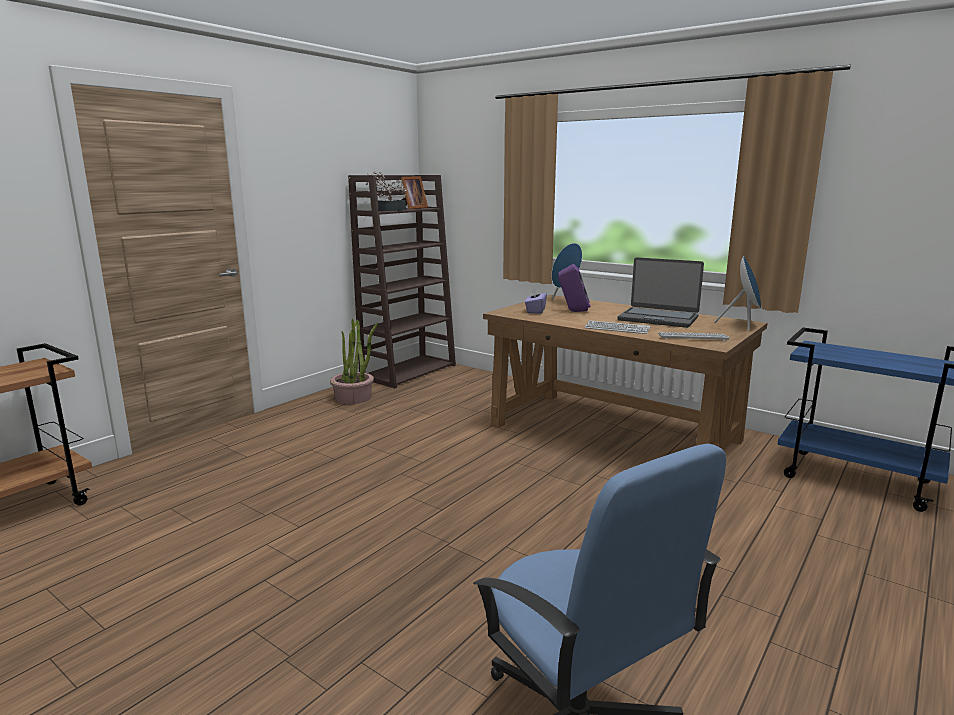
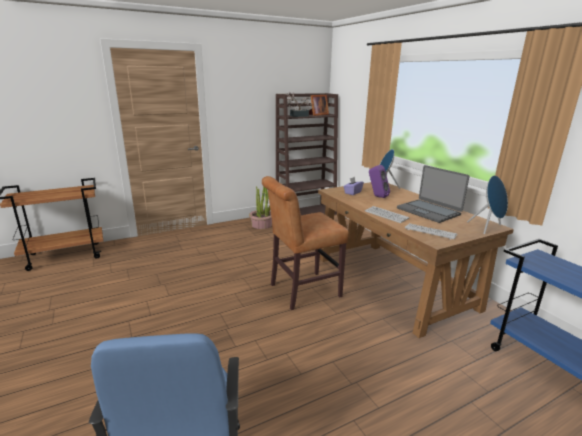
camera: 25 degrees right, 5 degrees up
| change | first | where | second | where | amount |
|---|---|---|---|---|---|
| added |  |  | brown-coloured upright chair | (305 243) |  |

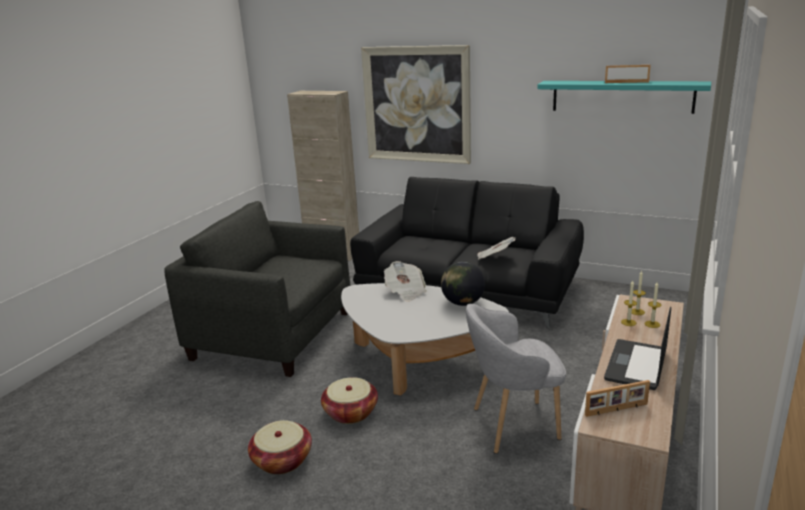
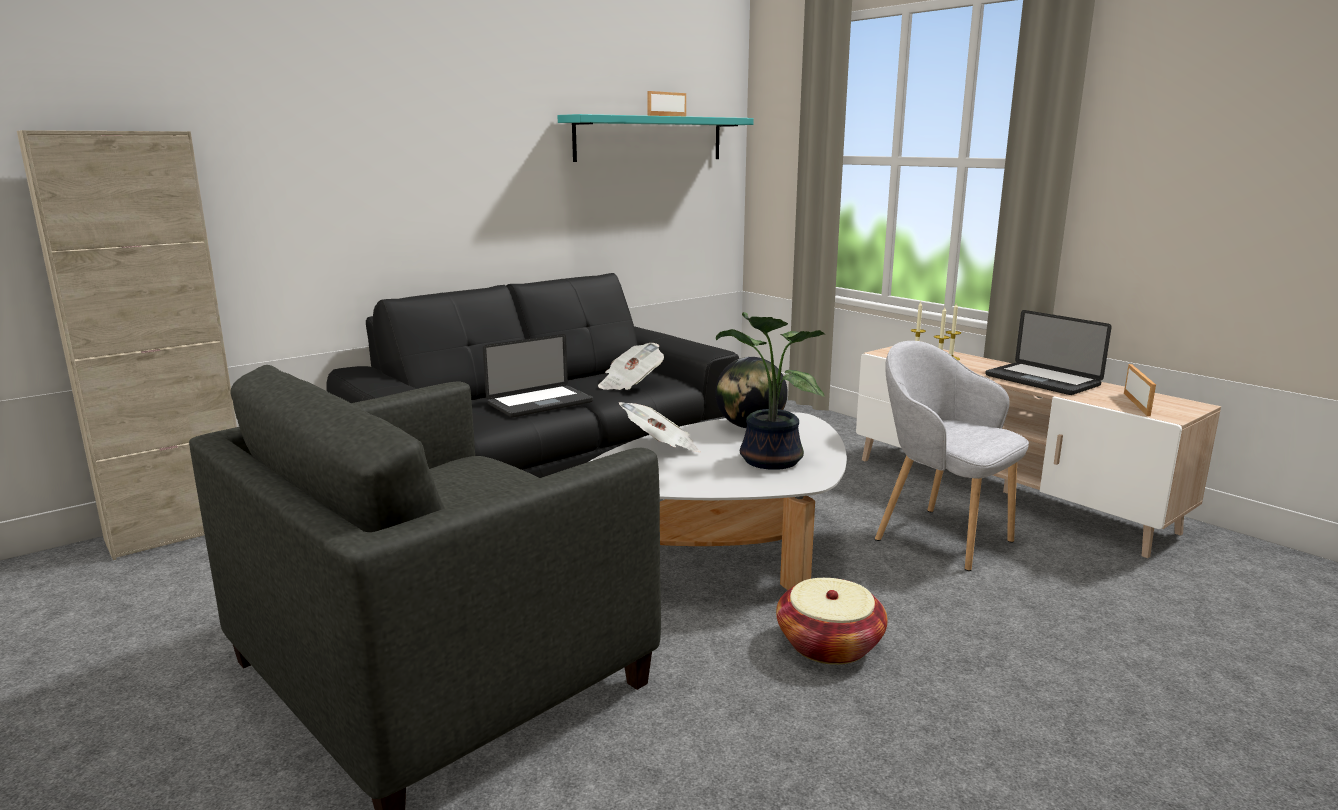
camera: 65 degrees left, 5 degrees down
| change | first | where | second | where | amount |
|---|---|---|---|---|---|
| added |  |  | portable computer | (538 376) |  |
| added |  |  | potted plant | (770 391) |  |
| turned | grey armchair | (516 379) |  | (952 456) | 120 degrees clockwise |
| removed | household basket | (280 447) |  |  |  |
| removed | wall picture | (416 104) |  |  |  |

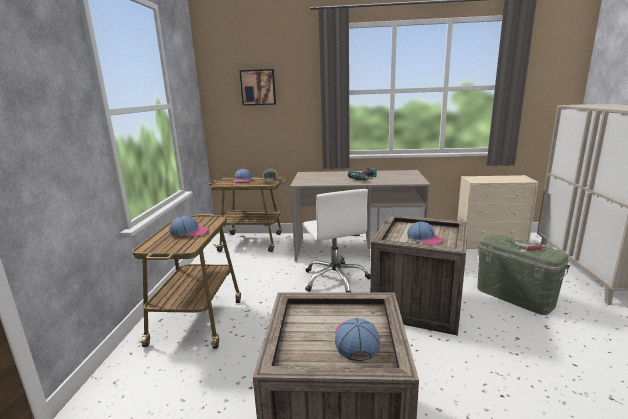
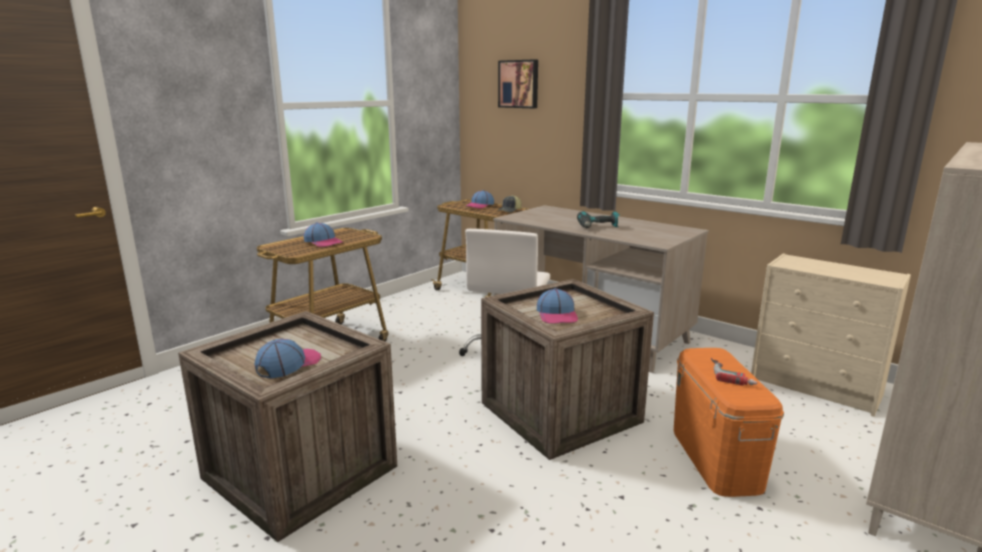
camera: 35 degrees right, 0 degrees up
| change | first | where | second | where | amount |
|---|---|---|---|---|---|
| recoloured | greenish storage container | (523 274) | orange-coloured storage container | (729 422) |  |

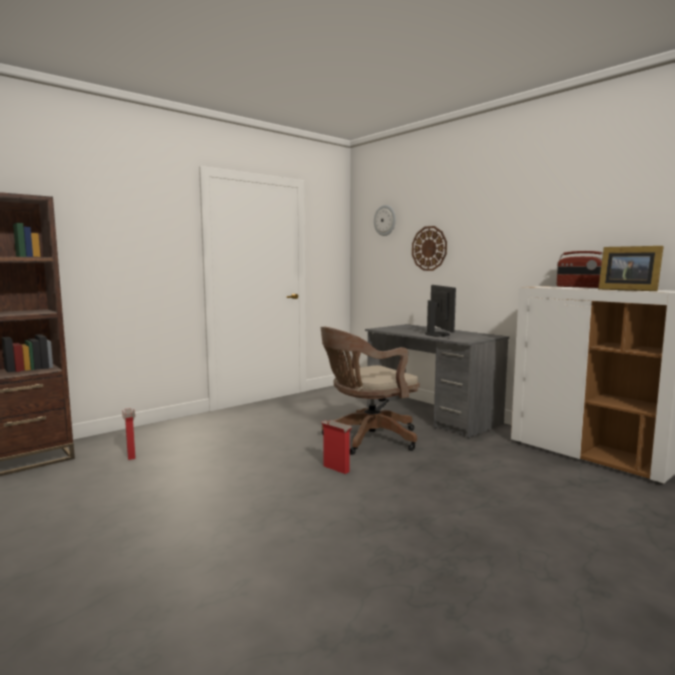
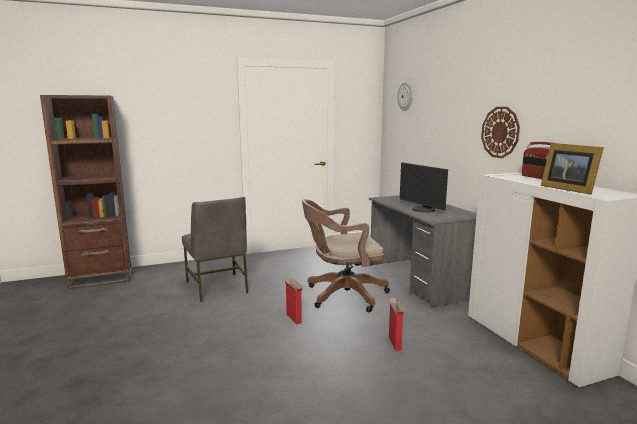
camera: 20 degrees right, 5 degrees up
| change | first | where | second | where | amount |
|---|---|---|---|---|---|
| added |  |  | grey upright chair | (215 249) |  |
| moved | packing box | (129 434) |  | (397 324) |  |
| turned | monitor | (440 311) |  | (424 187) | 135 degrees clockwise |
| moved | clock on the wall | (429 248) |  | (500 132) |  |

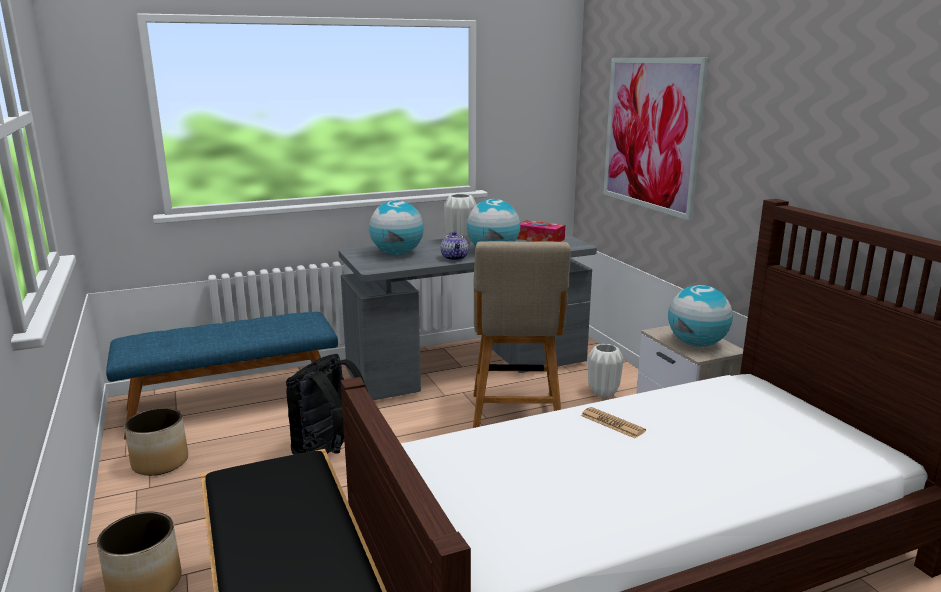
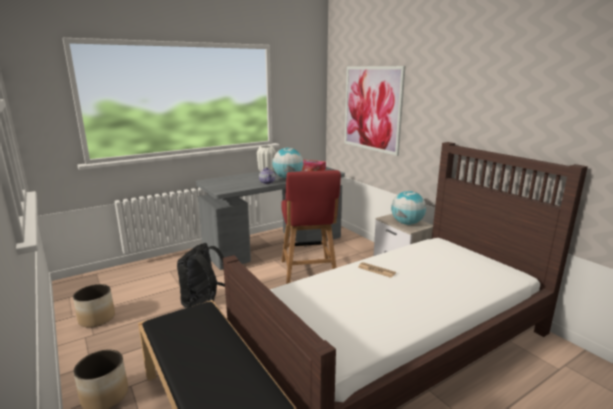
camera: 10 degrees left, 0 degrees up
| change | first | where | second | where | amount |
|---|---|---|---|---|---|
| recoloured | beige-coloured upright chair | (522 334) | red-coloured upright chair | (311 227) |  |
| removed | blue indoor bench | (222 375) |  |  |  |
| removed | desk globe | (396 227) |  |  |  |
| removed | whitish vase | (606 370) |  |  |  |

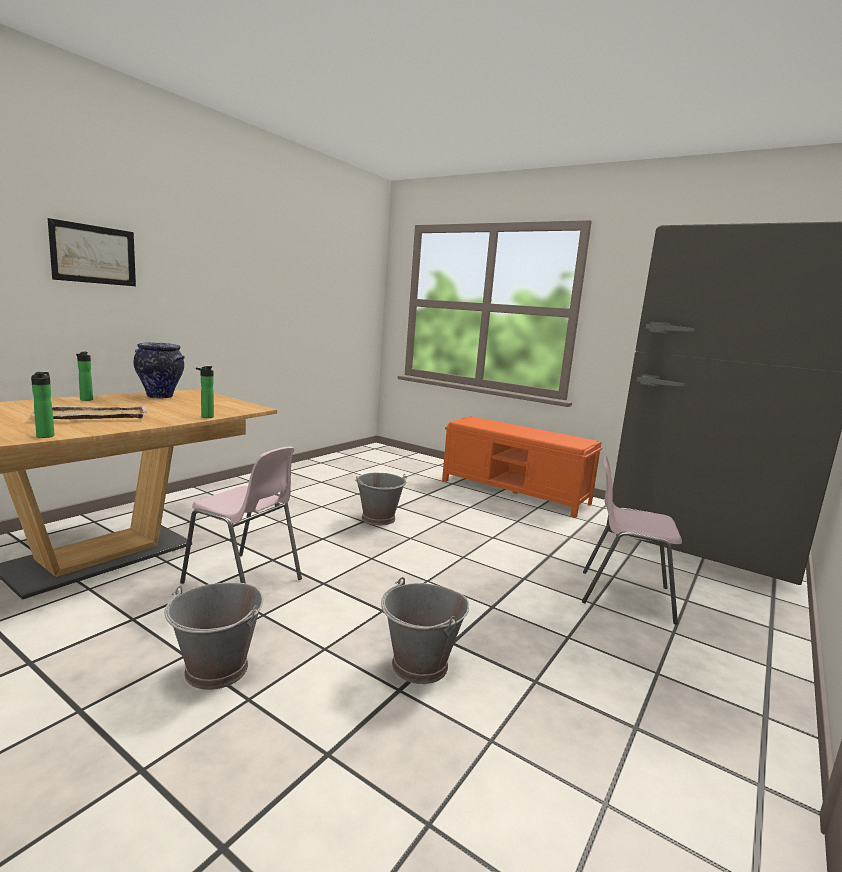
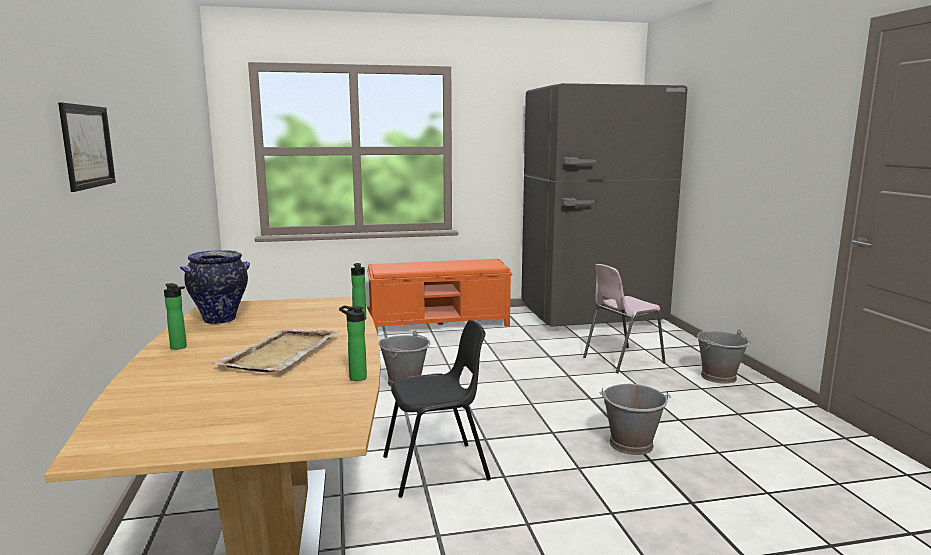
camera: 45 degrees left, 0 degrees up
| change | first | where | second | where | amount |
|---|---|---|---|---|---|
| recoloured | pink upright chair | (241 515) | black upright chair | (437 409) |  |
| moved | grey pail | (213 636) |  | (724 357) |  |

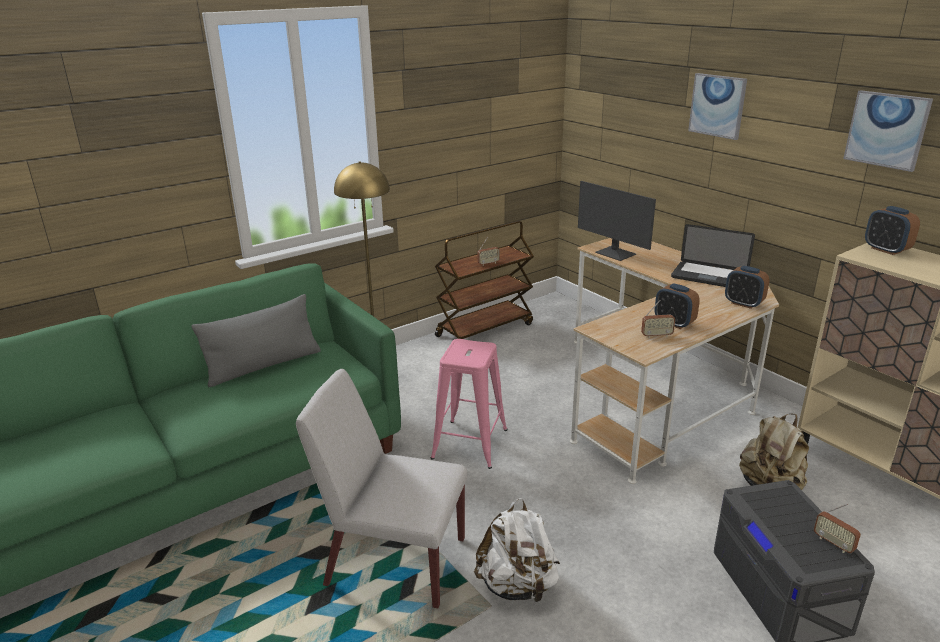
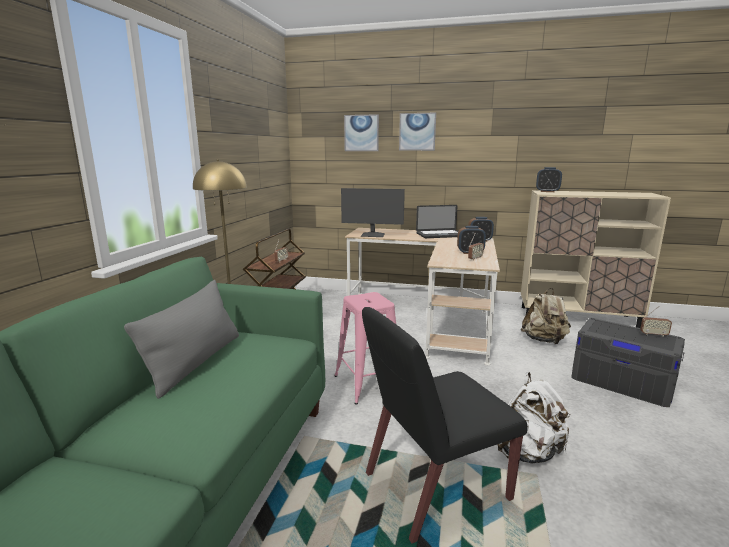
camera: 40 degrees left, 10 degrees down
| change | first | where | second | where | amount |
|---|---|---|---|---|---|
| moved | wall picture | (888 131) |  | (361 132) |  |
| recoloured | whitish upright chair | (381 488) | black upright chair | (444 425) |  |

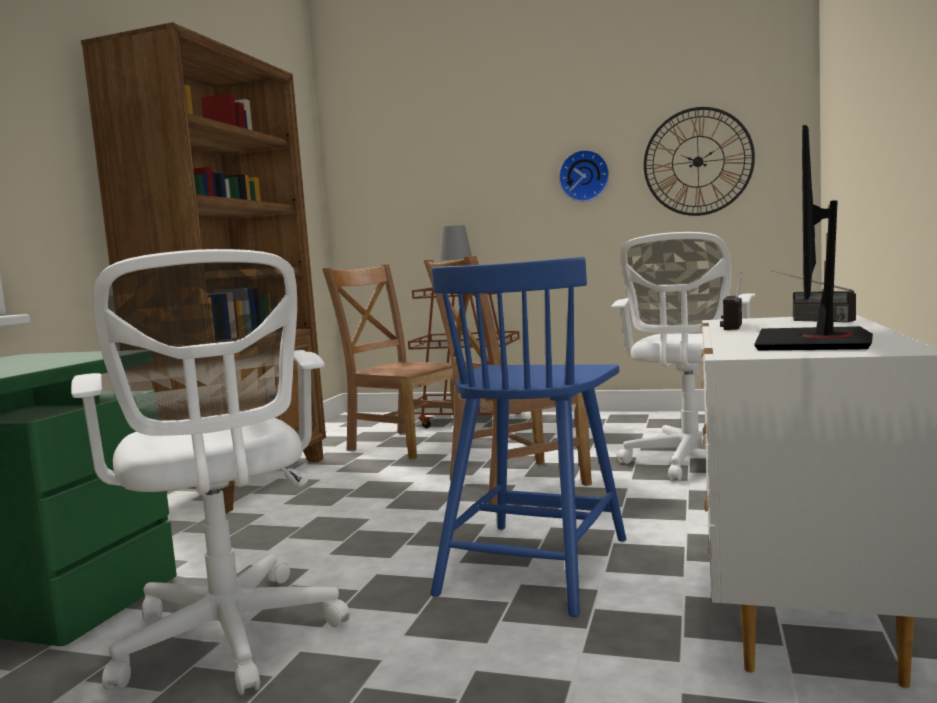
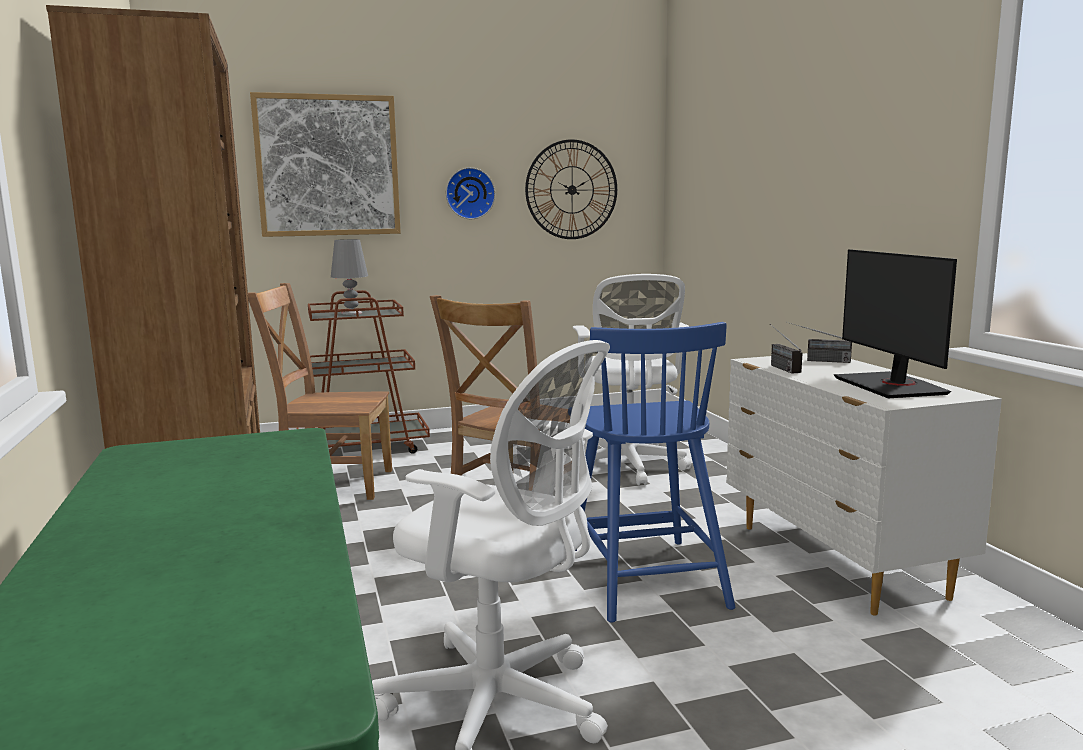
camera: 35 degrees left, 5 degrees up
| change | first | where | second | where | amount |
|---|---|---|---|---|---|
| added |  |  | wall picture | (325 164) |  |

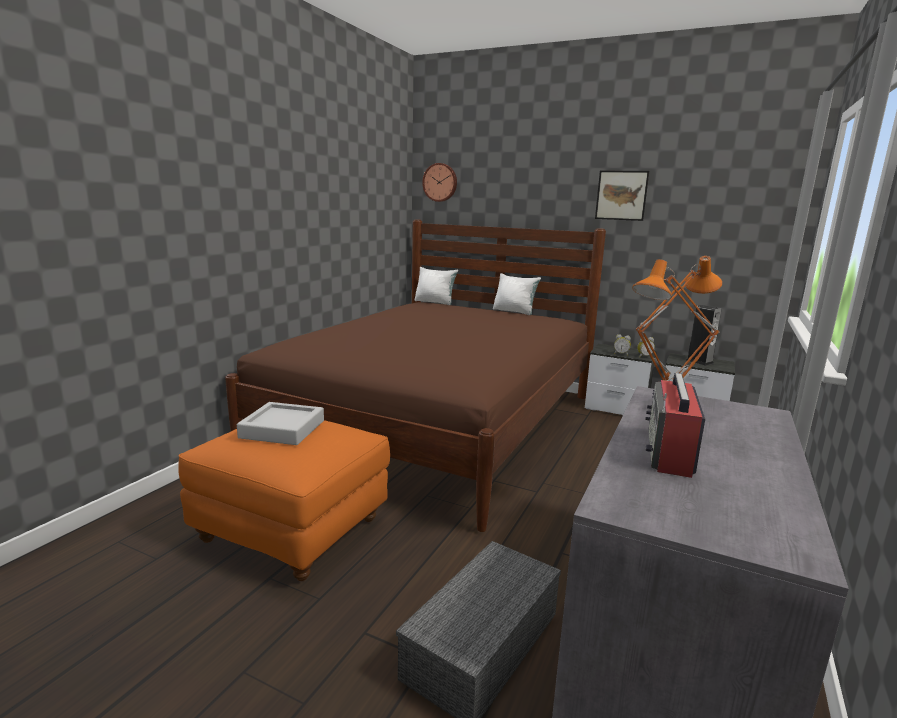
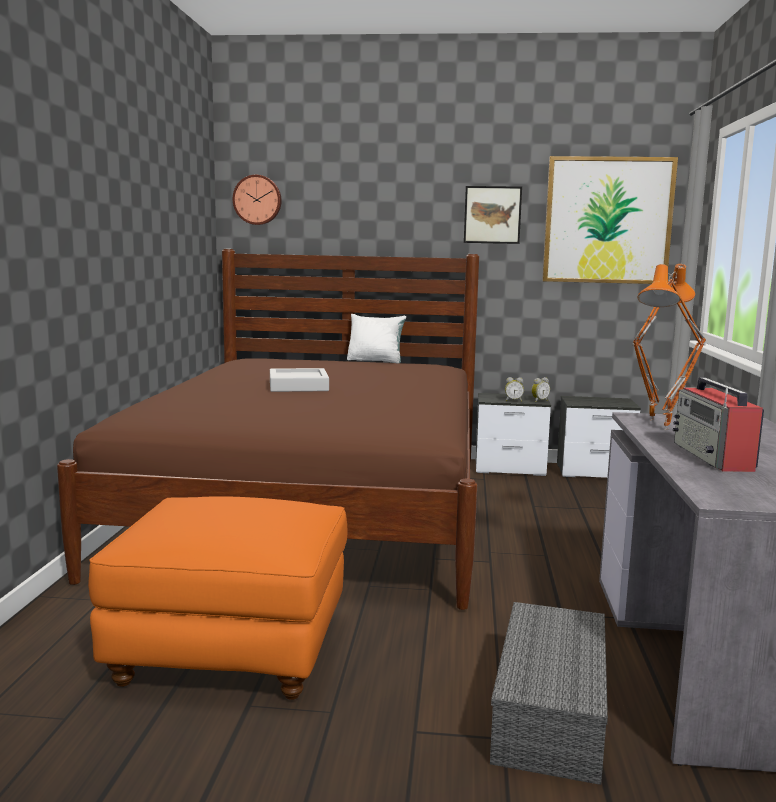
camera: 20 degrees left, 5 degrees down
| change | first | where | second | where | amount |
|---|---|---|---|---|---|
| moved | grey tray | (280 423) |  | (299 380) |  |
| added |  |  | wall picture | (610 220) |  |
| removed | whitish cushion | (436 286) |  |  |  |
| removed | loudspeaker | (704 335) |  |  |  |

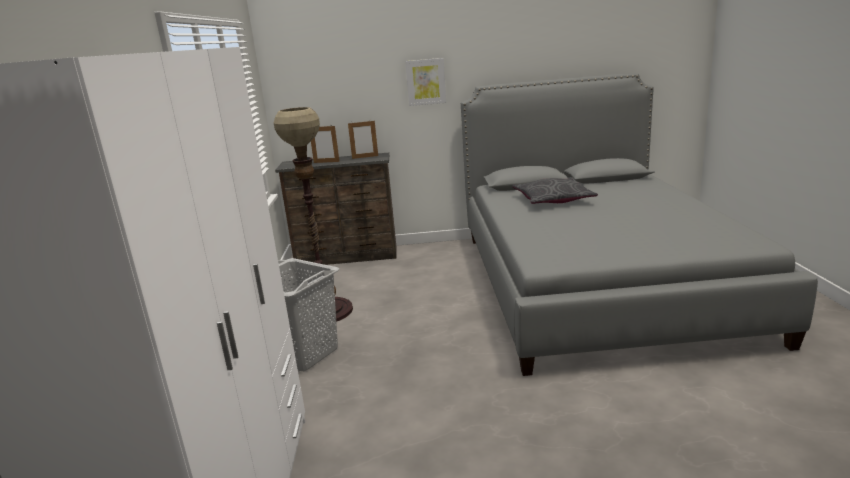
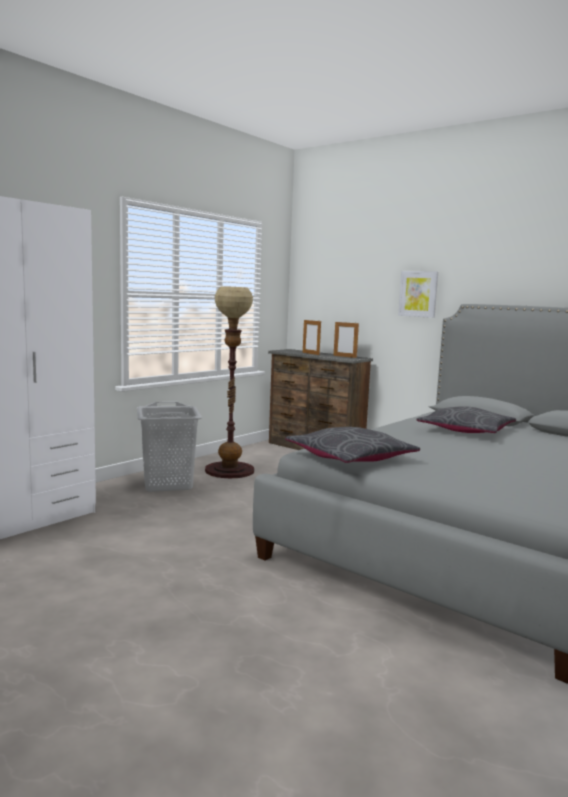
camera: 40 degrees right, 10 degrees down
| change | first | where | second | where | amount |
|---|---|---|---|---|---|
| added |  |  | grey cushion | (352 445) |  |

